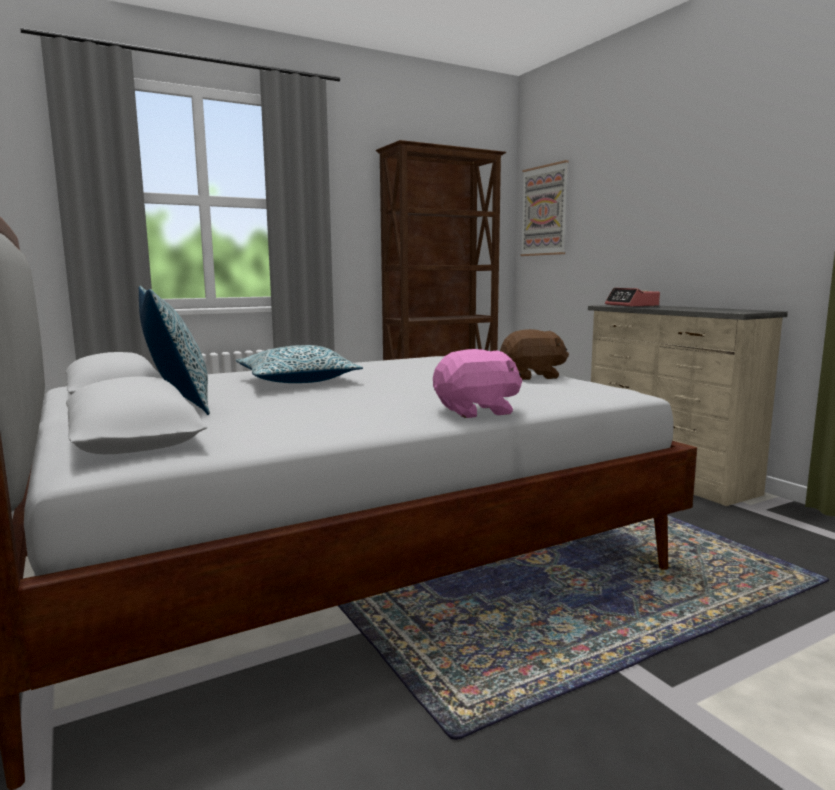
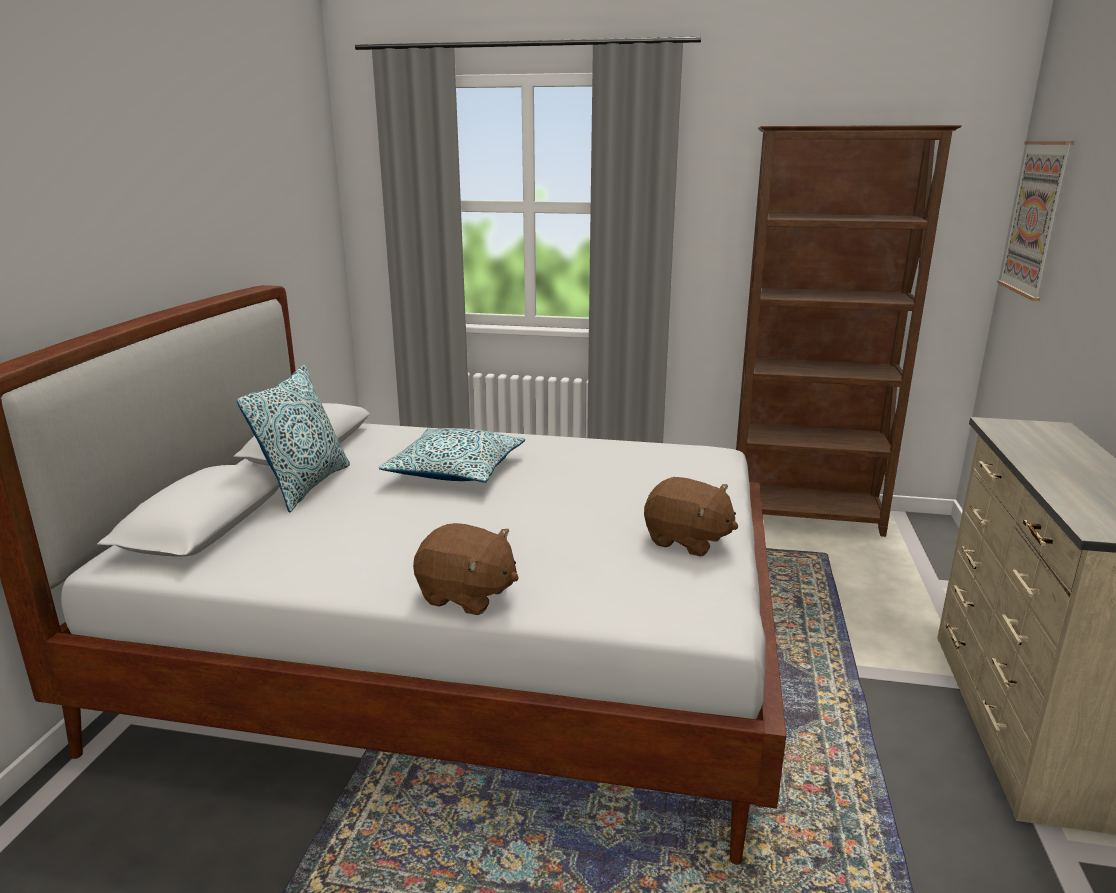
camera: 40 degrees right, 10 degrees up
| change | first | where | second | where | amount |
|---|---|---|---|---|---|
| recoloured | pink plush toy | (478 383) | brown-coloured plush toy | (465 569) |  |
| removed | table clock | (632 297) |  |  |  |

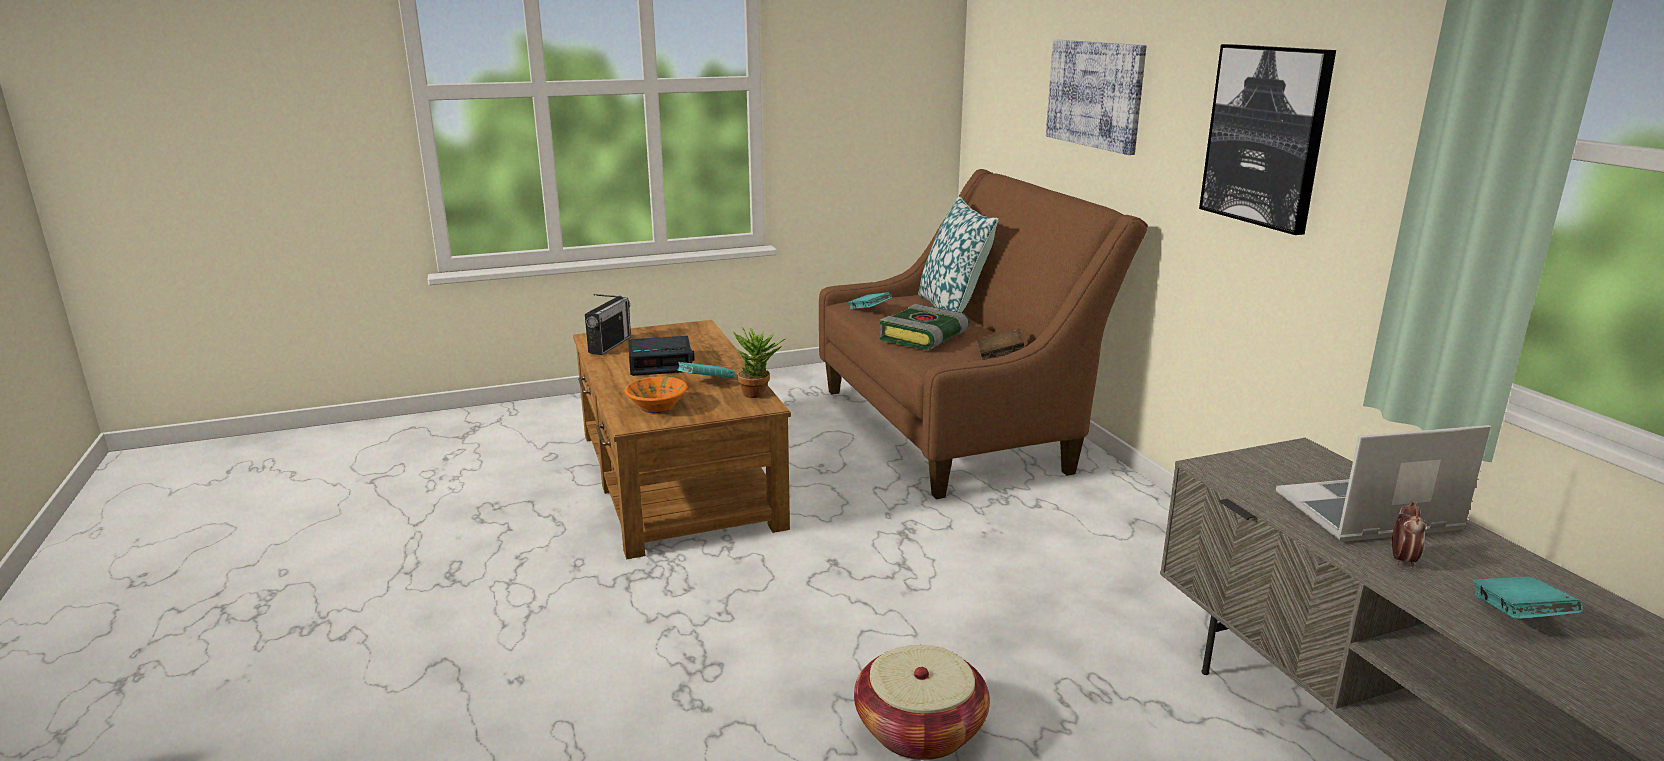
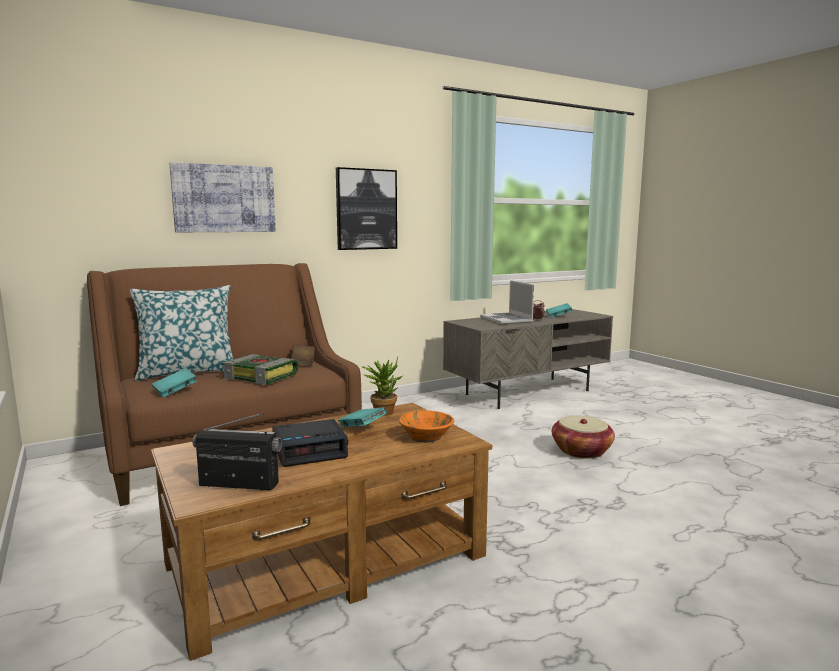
camera: 100 degrees left, 10 degrees down
| change | first | where | second | where | amount |
|---|---|---|---|---|---|
| turned | table clock | (662 356) |  | (310 443) | 90 degrees clockwise |

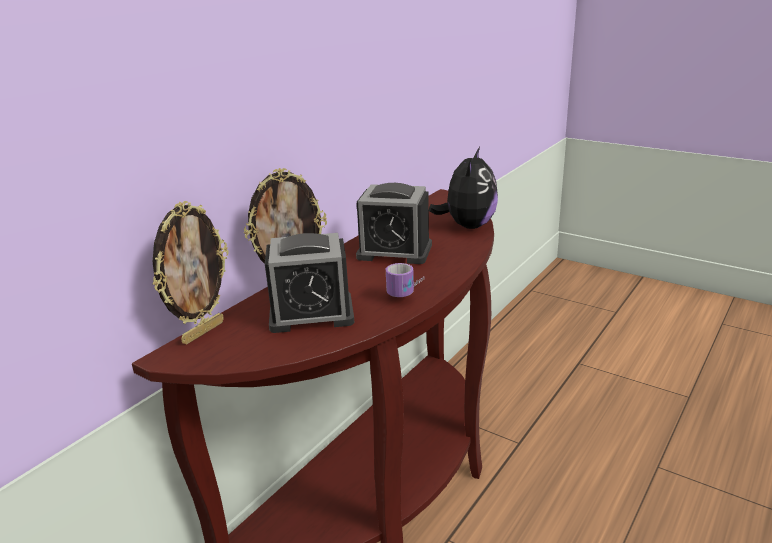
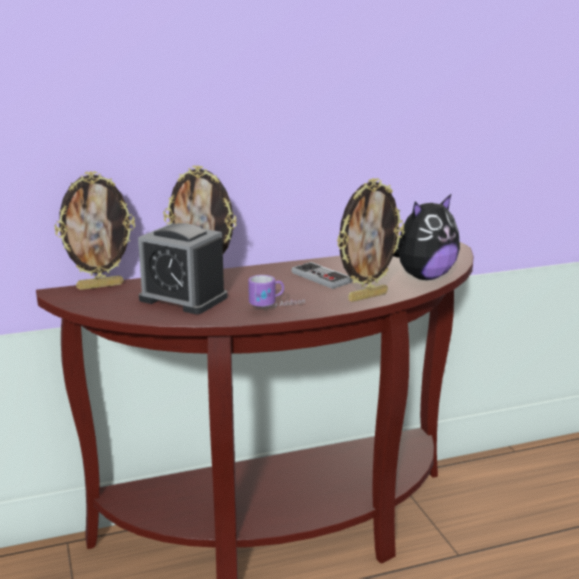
camera: 35 degrees right, 5 degrees down
| change | first | where | second | where | amount |
|---|---|---|---|---|---|
| replaced | table clock | (394 223) | game controller | (321 275) |  |
| added |  |  | standing frame | (370 240) |  |

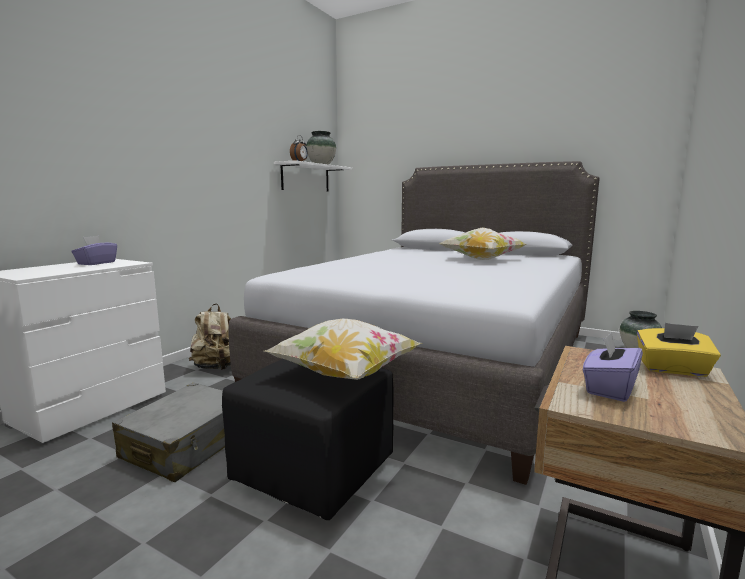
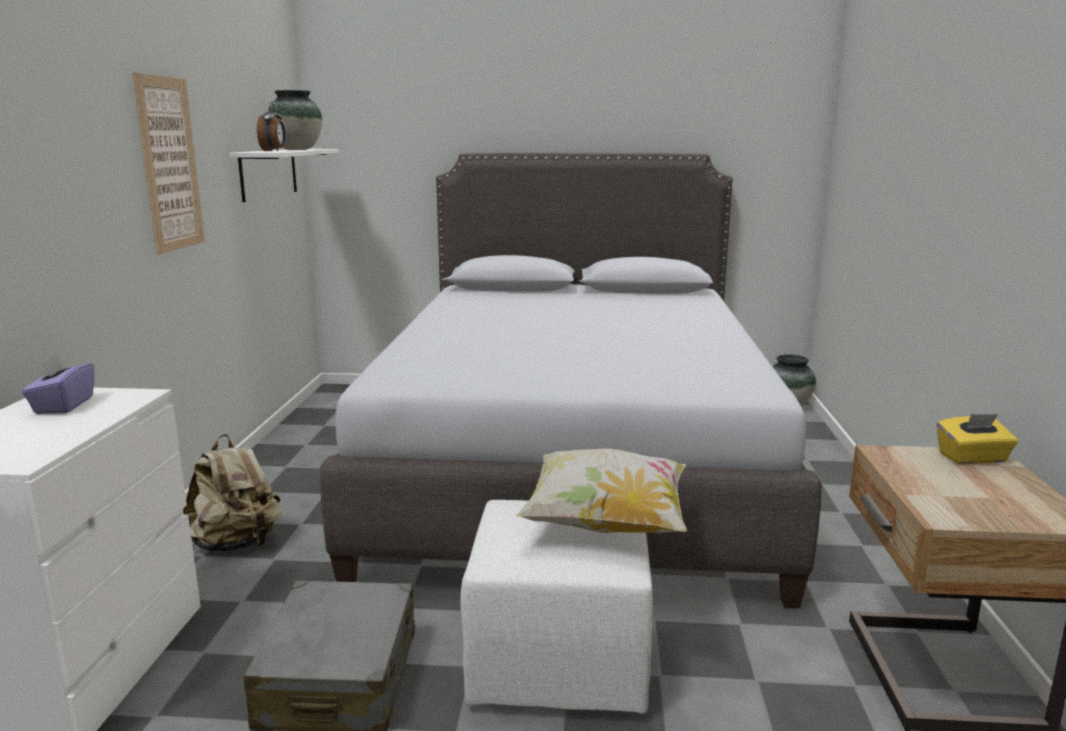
camera: 25 degrees left, 5 degrees up
| change | first | where | second | where | amount |
|---|---|---|---|---|---|
| added |  |  | wall picture | (168 163) |  |
| recoloured | black pouffe | (307 439) | whitish pouffe | (556 607) |  |
| removed | cushion | (483 244) |  |  |  |
| removed | purple tissue holder | (613 367) |  |  |  |

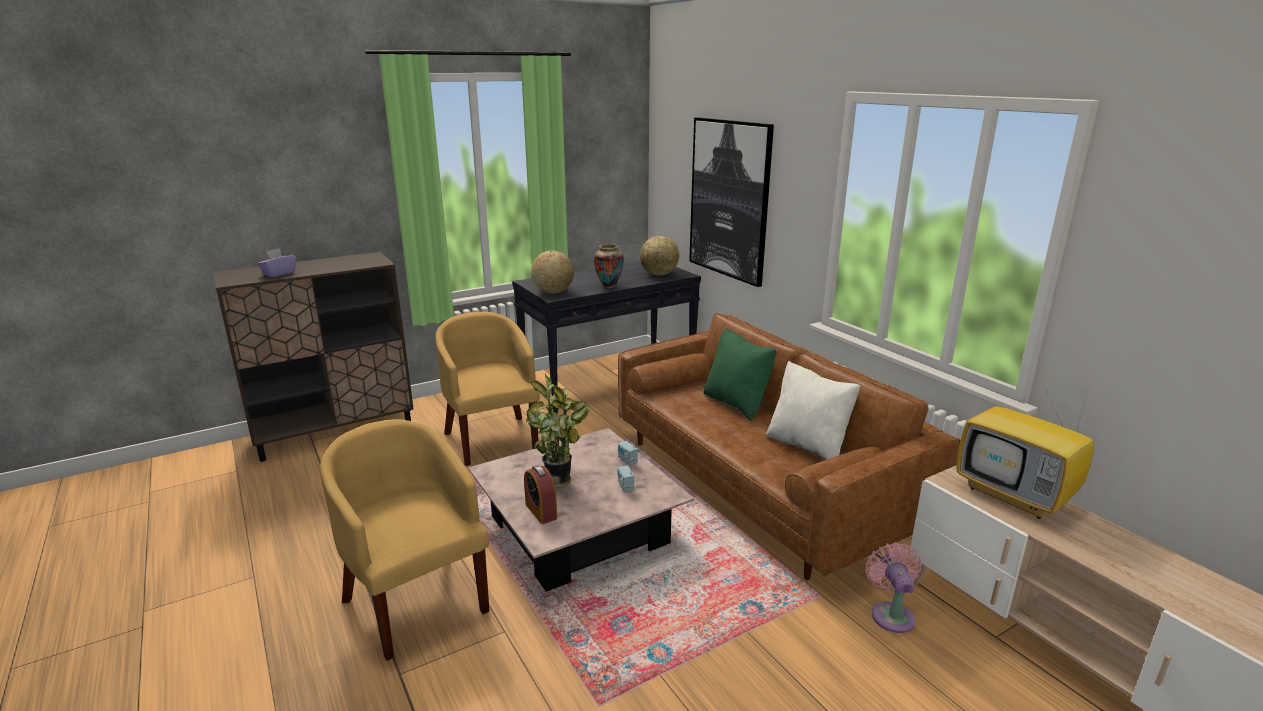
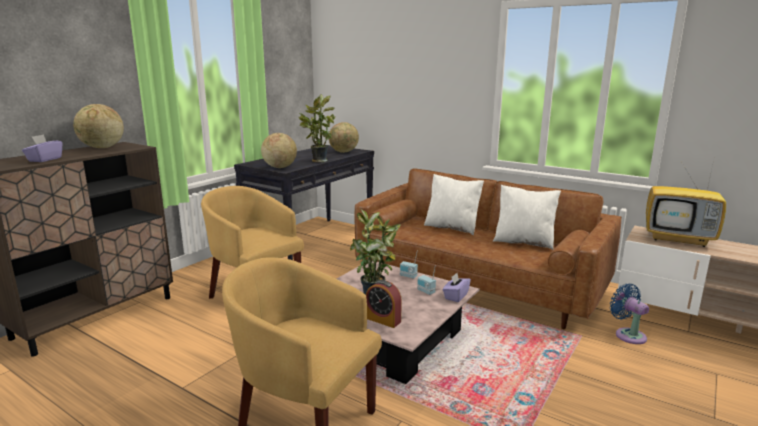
camera: 25 degrees left, 5 degrees down
| change | first | where | second | where | amount |
|---|---|---|---|---|---|
| added |  |  | desk globe | (98 126) |  |
| replaced | vase | (609 266) | potted plant | (317 129) |  |
| recoloured | greenish cushion | (740 374) | whitish cushion | (454 204) |  |
| added |  |  | purple tissue holder | (457 287) |  |
| recoloured | pink cooling fan | (893 587) | blue cooling fan | (629 314) |  |
| removed | wall picture | (731 202) |  |  |  |

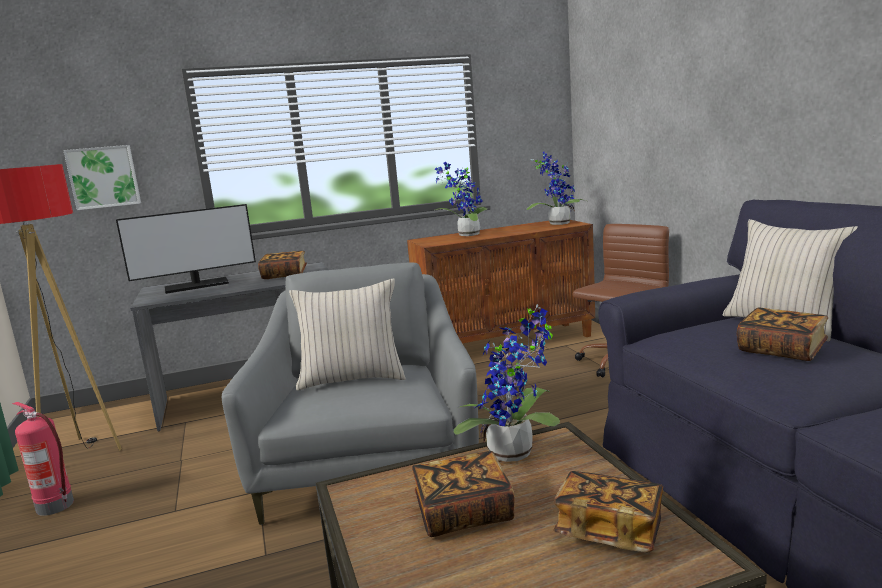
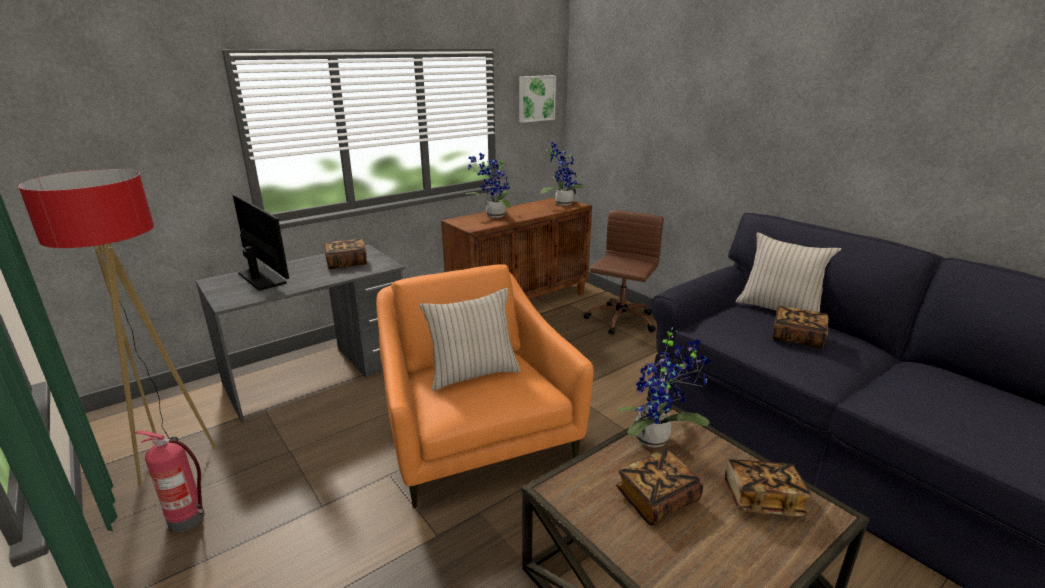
camera: 20 degrees left, 10 degrees up
| change | first | where | second | where | amount |
|---|---|---|---|---|---|
| turned | monitor | (186 249) |  | (261 242) | 90 degrees counterclockwise |
| recoloured | grey armchair | (350 393) | orange-coloured armchair | (485 386) |  |
| moved | wall picture | (102 177) |  | (537 99) |  |

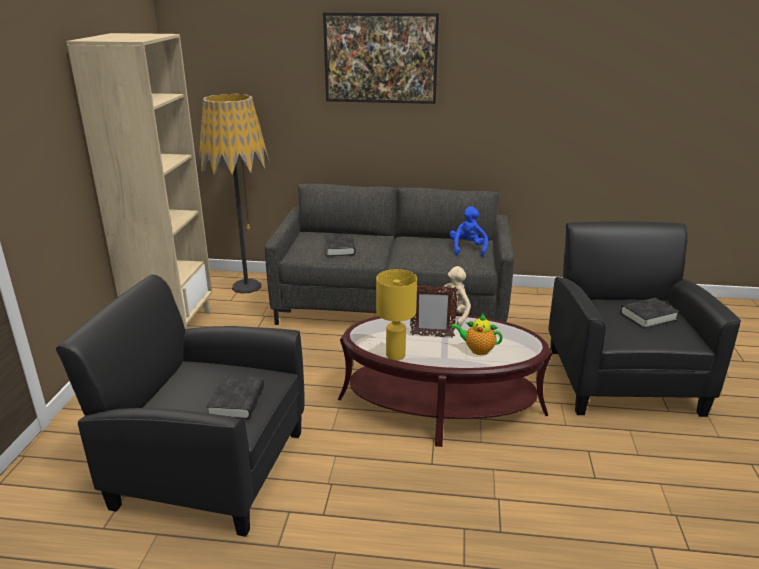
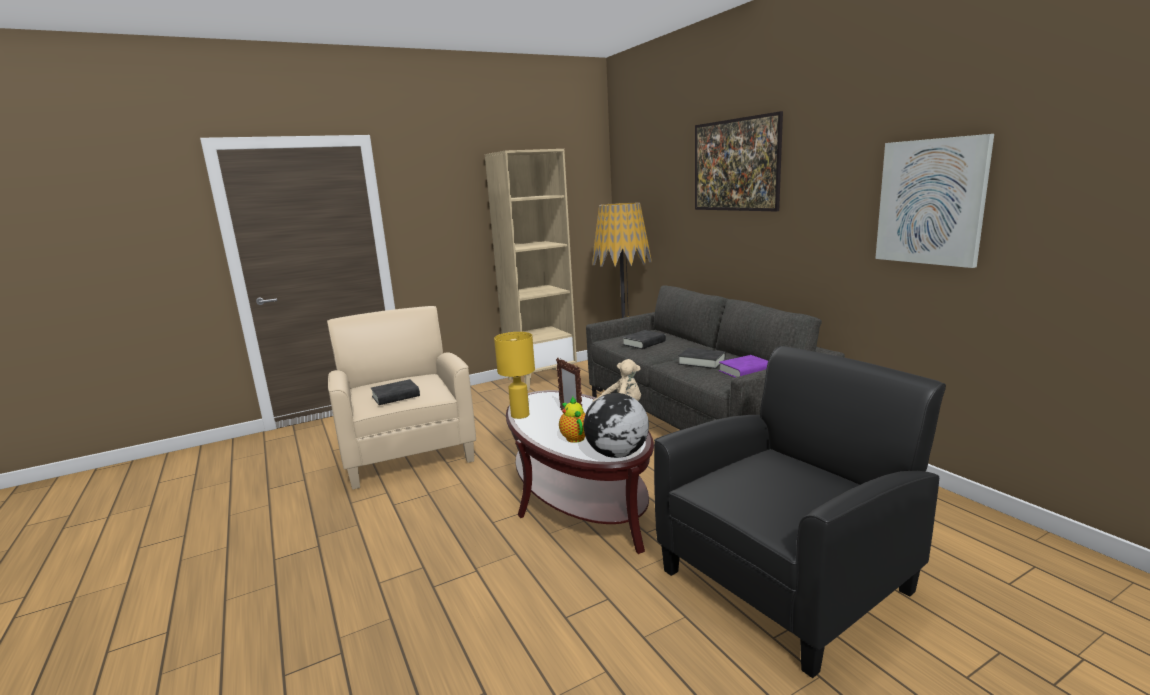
camera: 55 degrees right, 10 degrees down
| change | first | where | second | where | amount |
|---|---|---|---|---|---|
| recoloured | black armchair | (180 405) | beige-coloured armchair | (401 398) |  |
| added |  |  | desk globe | (616 425) |  |
| moved | black volume | (649 313) |  | (702 358) |  |
| replaced | blue plush toy | (469 231) | purple volume | (743 366) |  |
| added |  |  | wall picture | (934 201) |  |

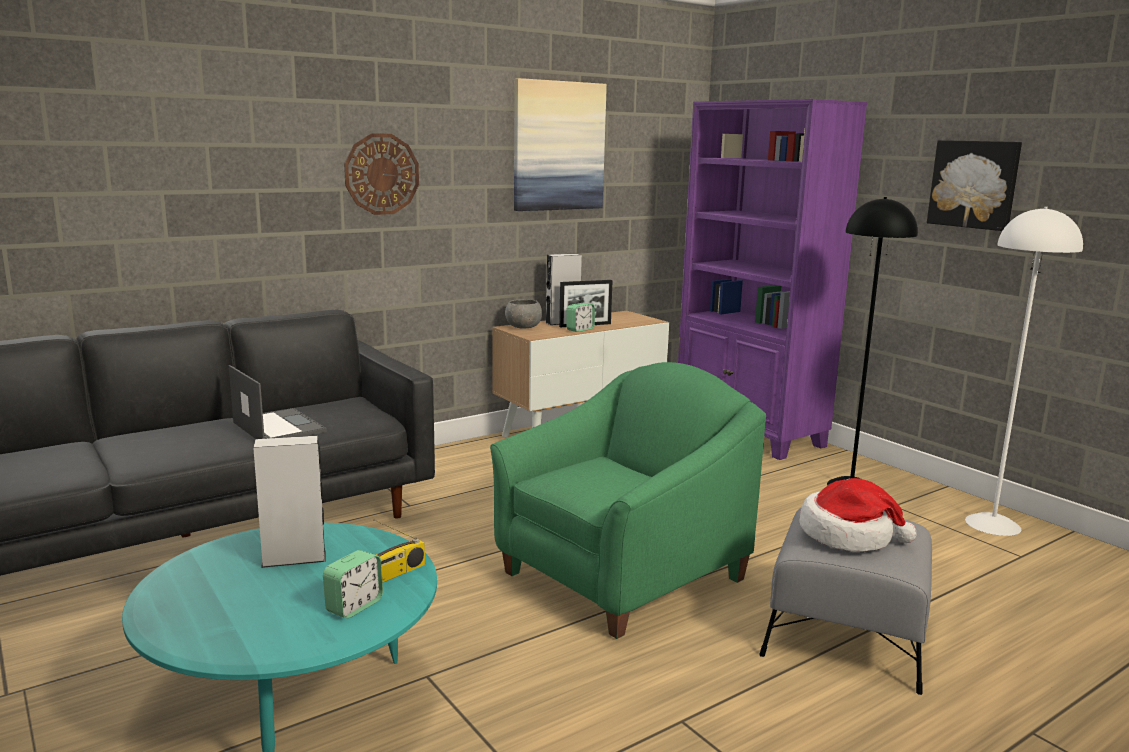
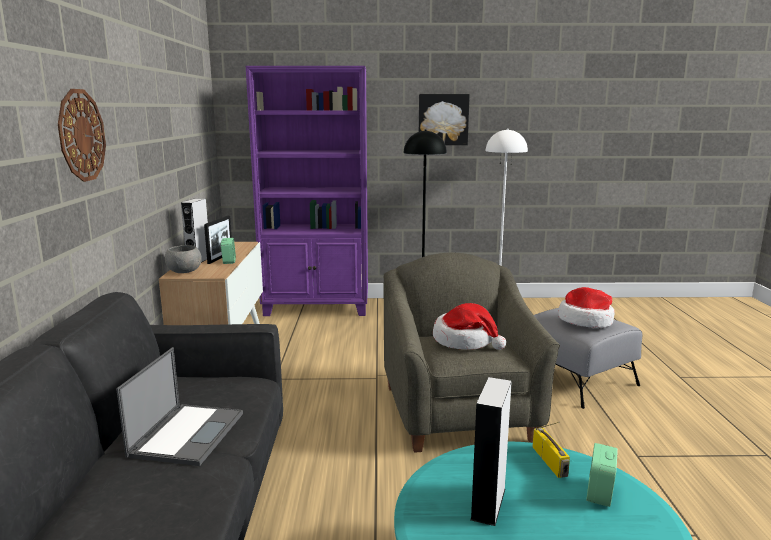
camera: 55 degrees left, 0 degrees up
| change | first | where | second | where | amount |
|---|---|---|---|---|---|
| turned | portable computer | (278 402) |  | (179 406) | 105 degrees clockwise |
| recoloured | greenish armchair | (628 500) | grey armchair | (472 353) |  |
| added |  |  | wearable hat | (469 326) |  |
| turned | table clock | (353 584) |  | (602 475) | 135 degrees counterclockwise |
| removed | wall picture | (560 144) |  |  |  |

